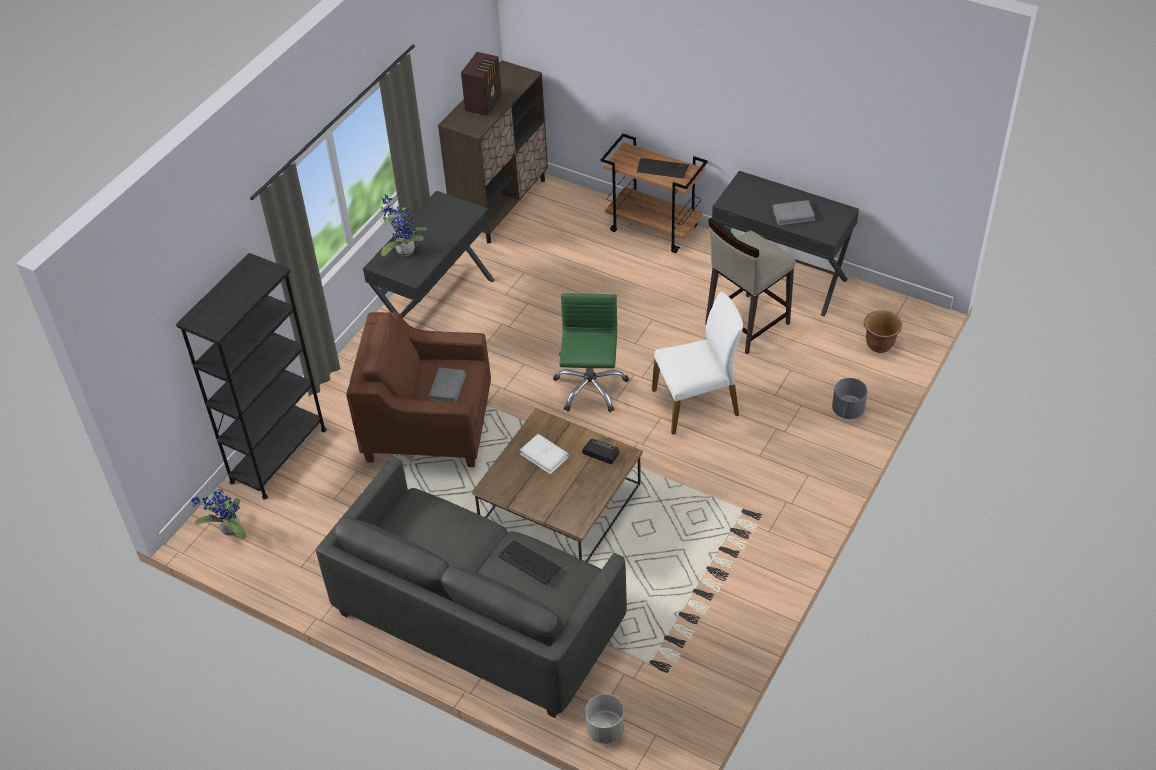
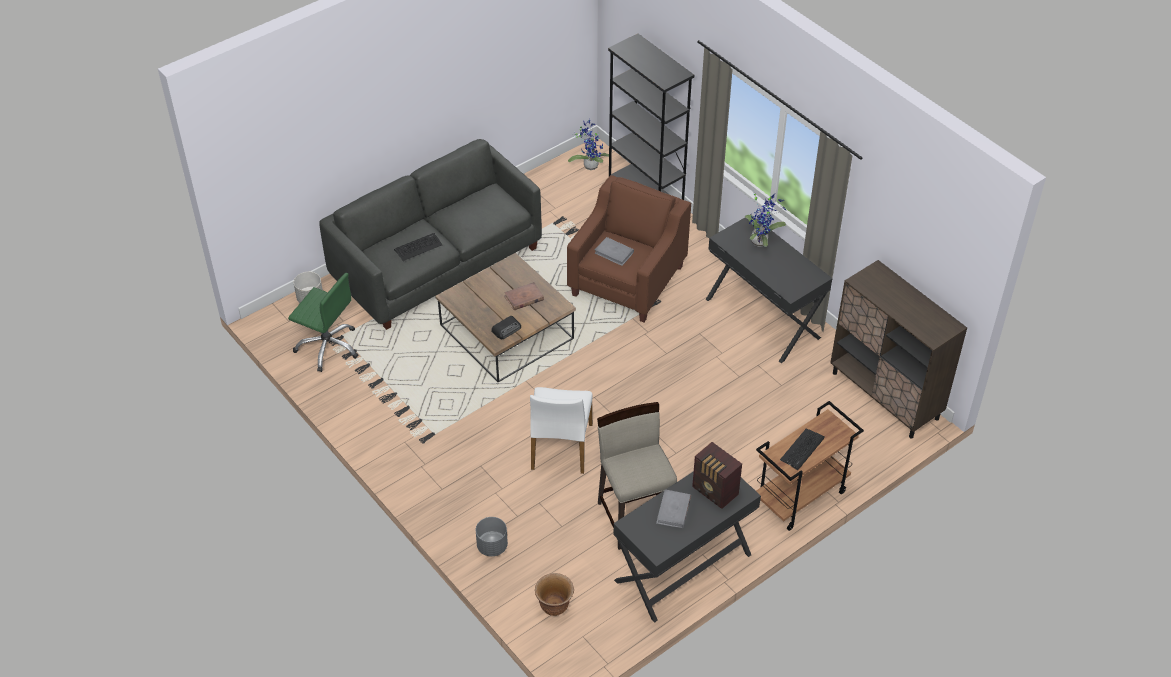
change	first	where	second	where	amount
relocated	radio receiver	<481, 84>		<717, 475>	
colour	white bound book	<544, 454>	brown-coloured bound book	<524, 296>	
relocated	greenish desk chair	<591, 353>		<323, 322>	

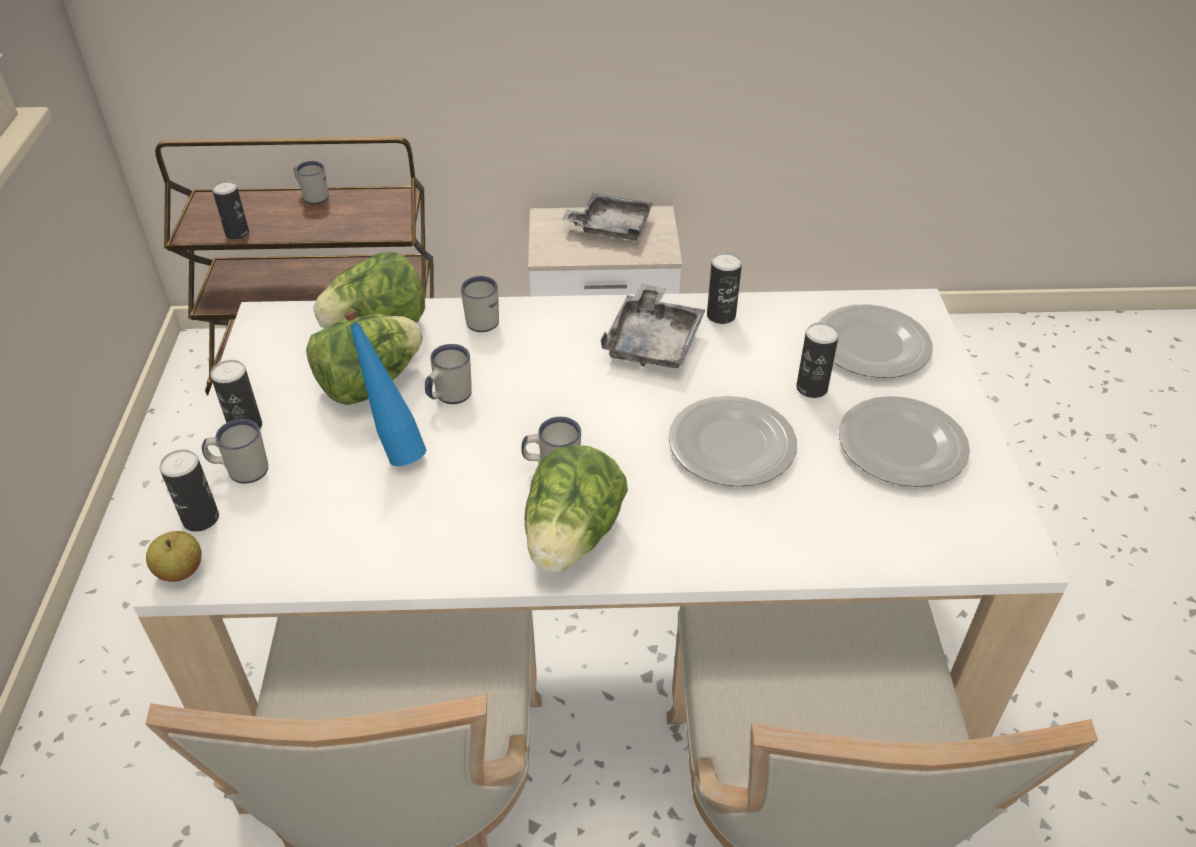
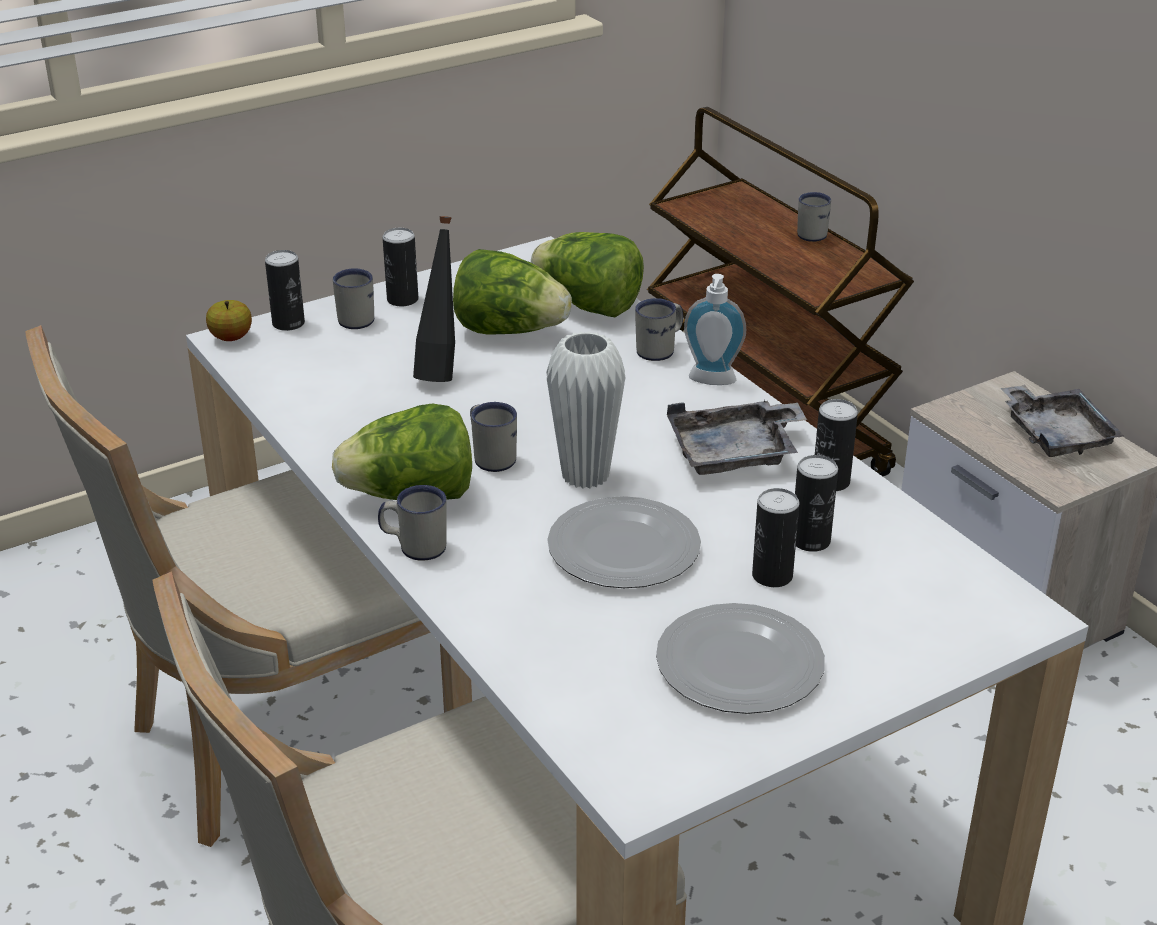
change	first	where	second	where	amount
relocated	can	<230, 210>		<816, 503>	
colour	blue-coloured beverage bottle	<385, 388>	black beverage bottle	<434, 299>	
relocated	white mug	<448, 374>		<412, 523>	
missing	plate	<876, 341>			
appeared			white vase	<585, 410>	
appeared			soap bottle	<715, 329>	

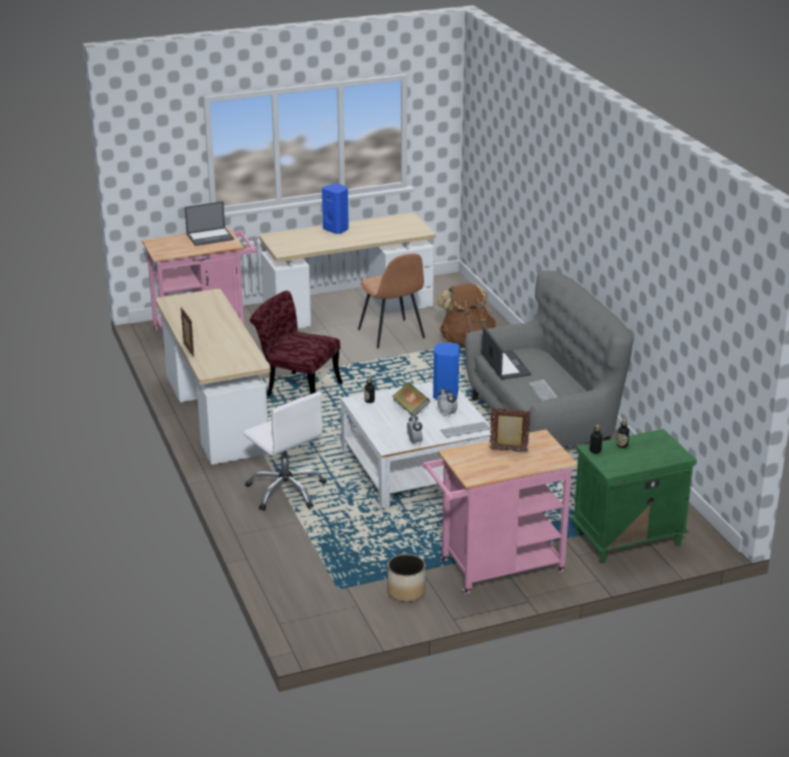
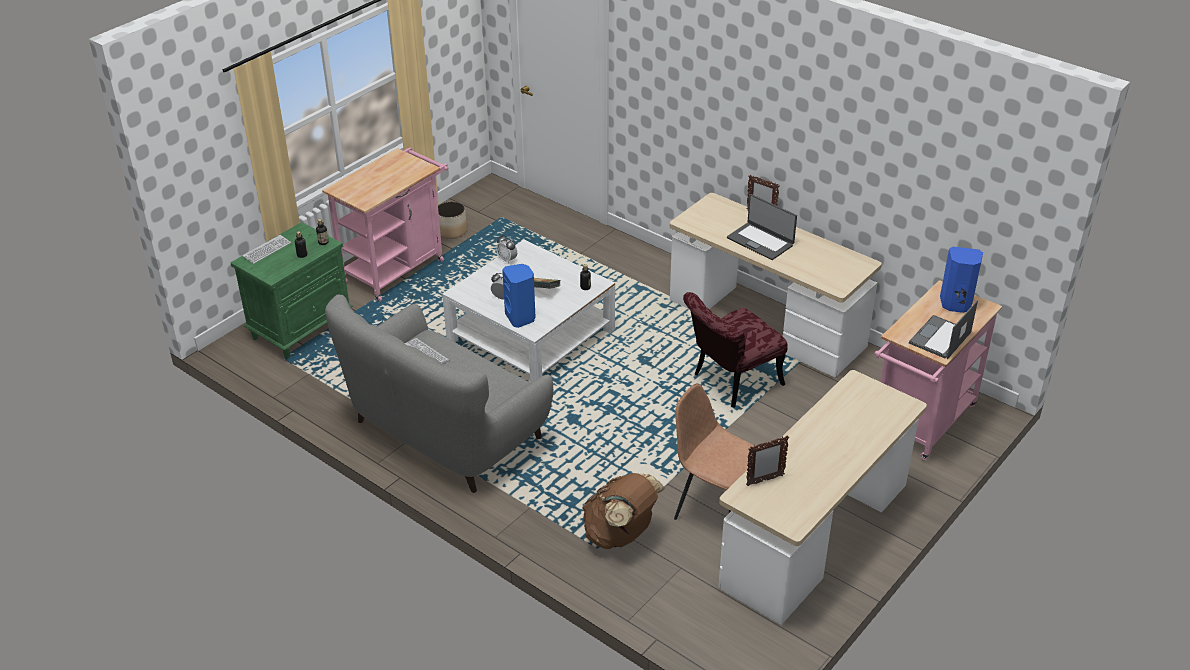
change	first	where	second	where	amount
missing	white desk chair	<285, 451>			
spun	red chair	<296, 343>		<735, 350>	150 degrees clockwise
relocated	blue-coloured audio speaker	<335, 209>		<961, 280>	
relocated	PC keyboard	<465, 430>		<266, 249>	
relocated	notebook computer	<506, 353>		<762, 227>	
relocated	standing frame	<510, 430>		<767, 461>	

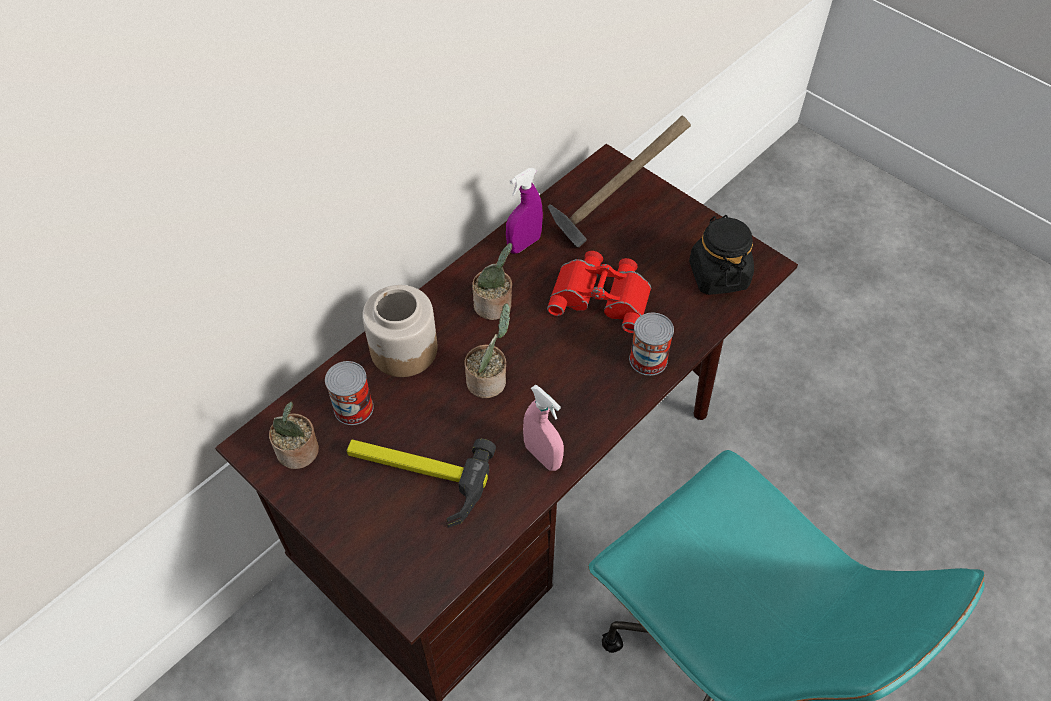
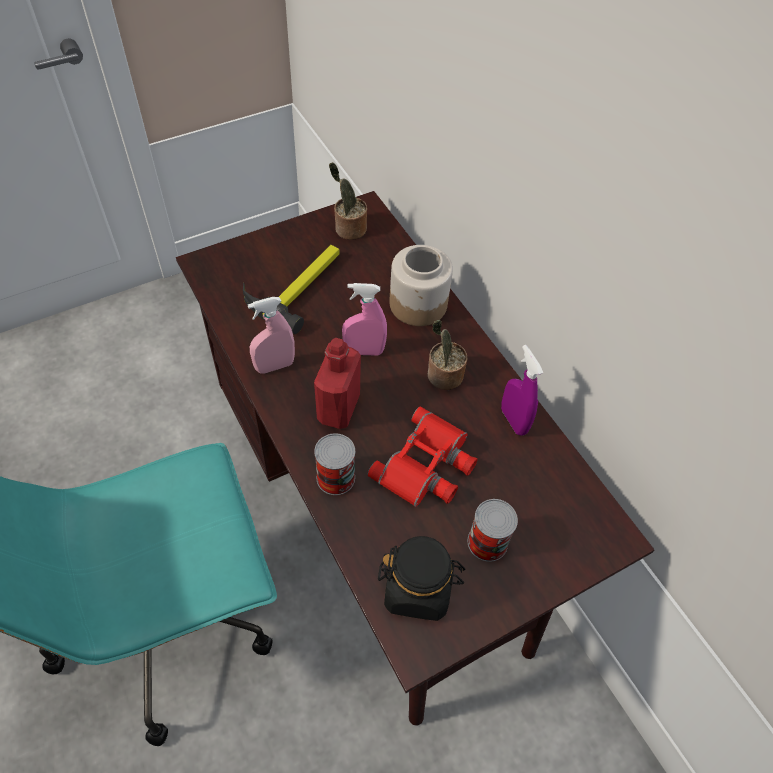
change	first	where	second	where	amount
relocated	can	<349, 393>		<493, 530>	
exchanged	potted plant	<487, 350>	pink-coloured hand sprayer	<364, 319>	
missing	tool hammer	<619, 182>			
appeared			red beverage bottle	<337, 383>	

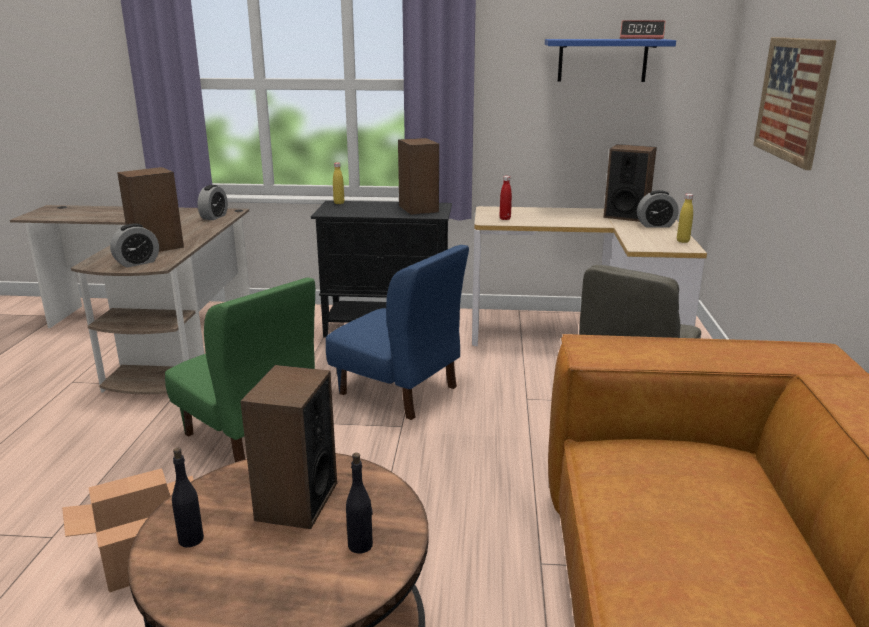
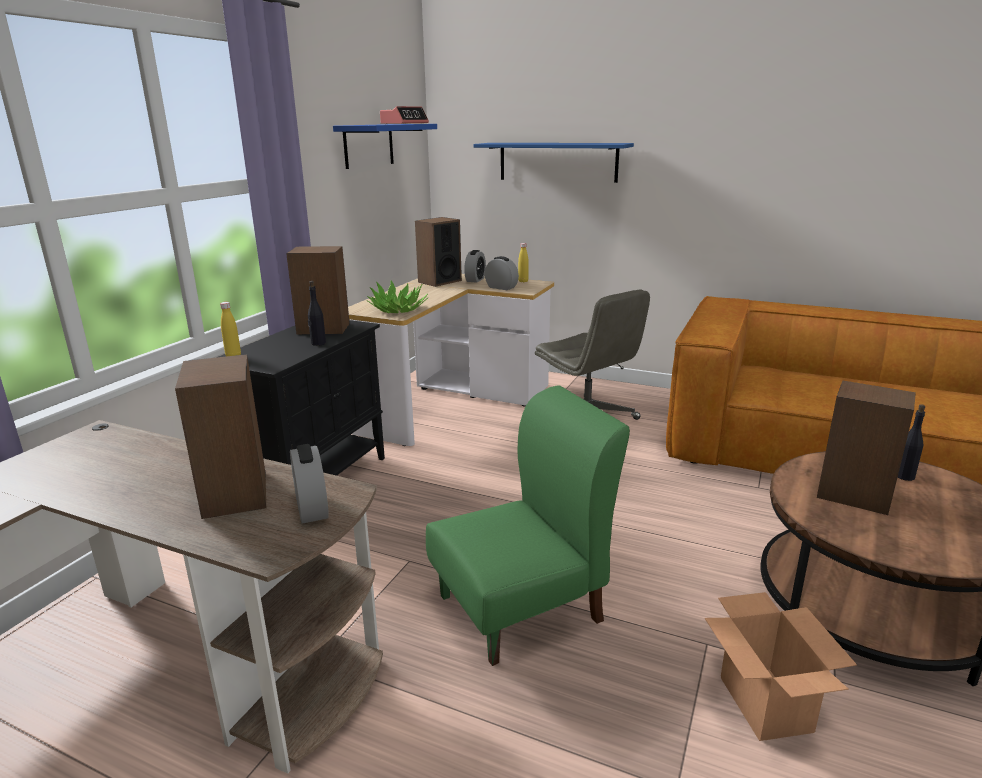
change	first	where	second	where	amount
relocated	black beverage bottle	<188, 497>		<317, 313>	
relocated	bedside clock	<213, 202>		<502, 273>	
missing	blue-coloured chair	<397, 332>			
exchanged	red beverage bottle	<506, 198>	potted plant	<397, 296>	
exchanged	wall picture	<795, 103>	blue-coloured shelf	<554, 163>	

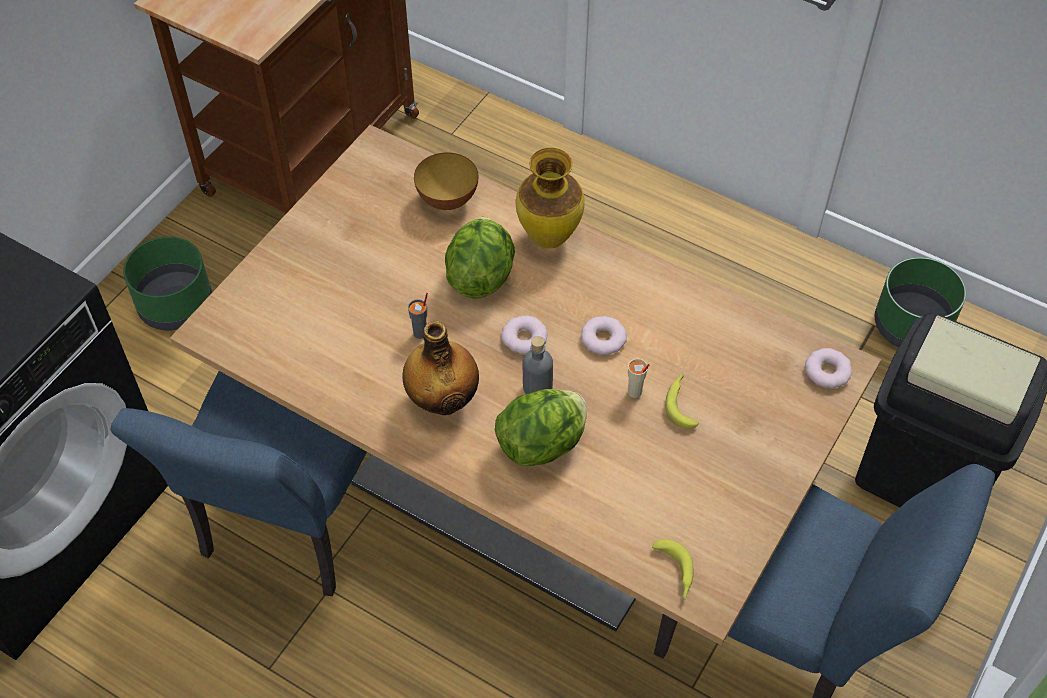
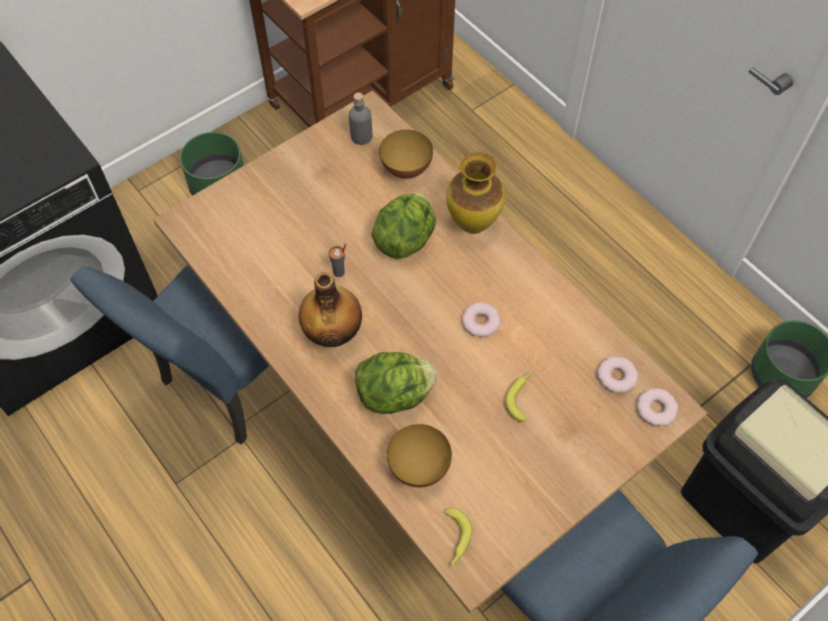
change	first	where	second	where	amount
relocated	doughnut	<524, 334>		<617, 374>	
relocated	greyish beverage bottle	<538, 365>		<360, 118>	
missing	beige-coloured small cup	<638, 378>			
appeared			serving bowl	<419, 455>	

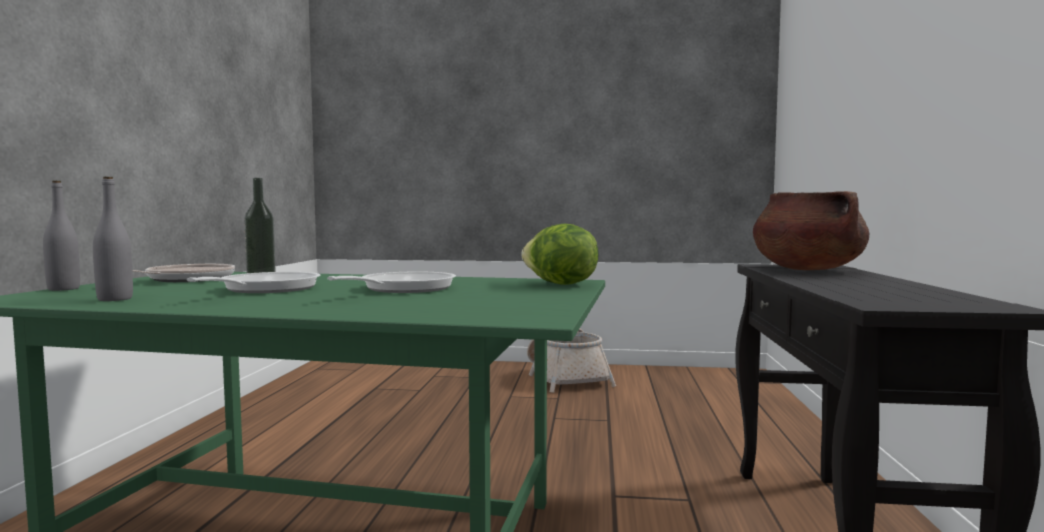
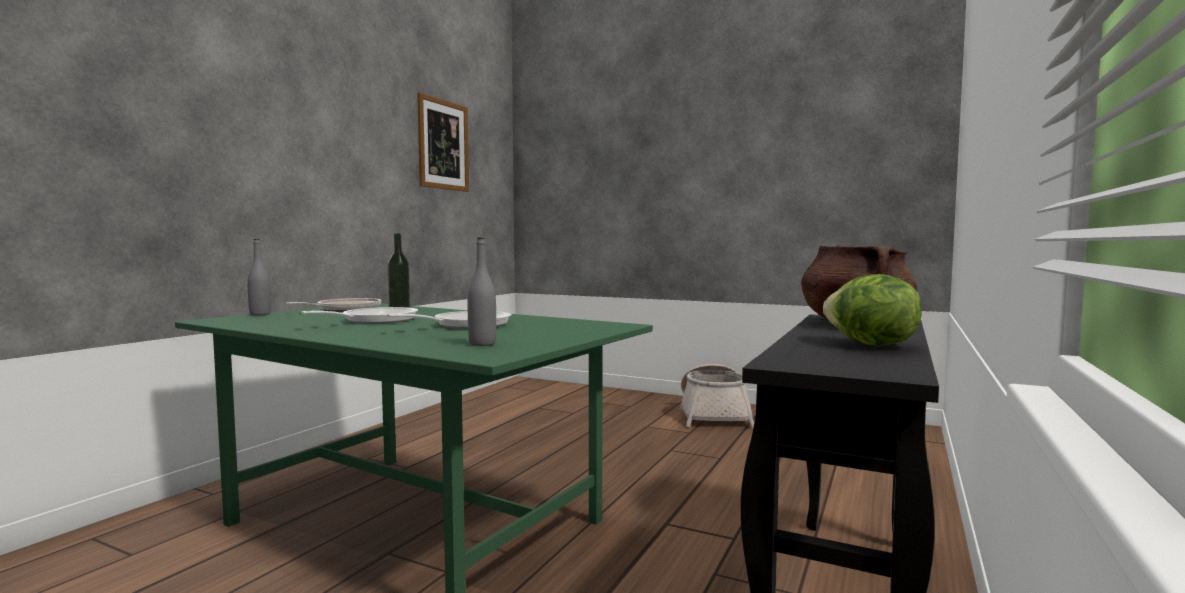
change	first	where	second	where	amount
relocated	greyish beverage bottle	<113, 239>		<481, 291>	
relocated	lettuce head	<559, 254>		<872, 309>	
appeared			wall picture	<443, 142>	

